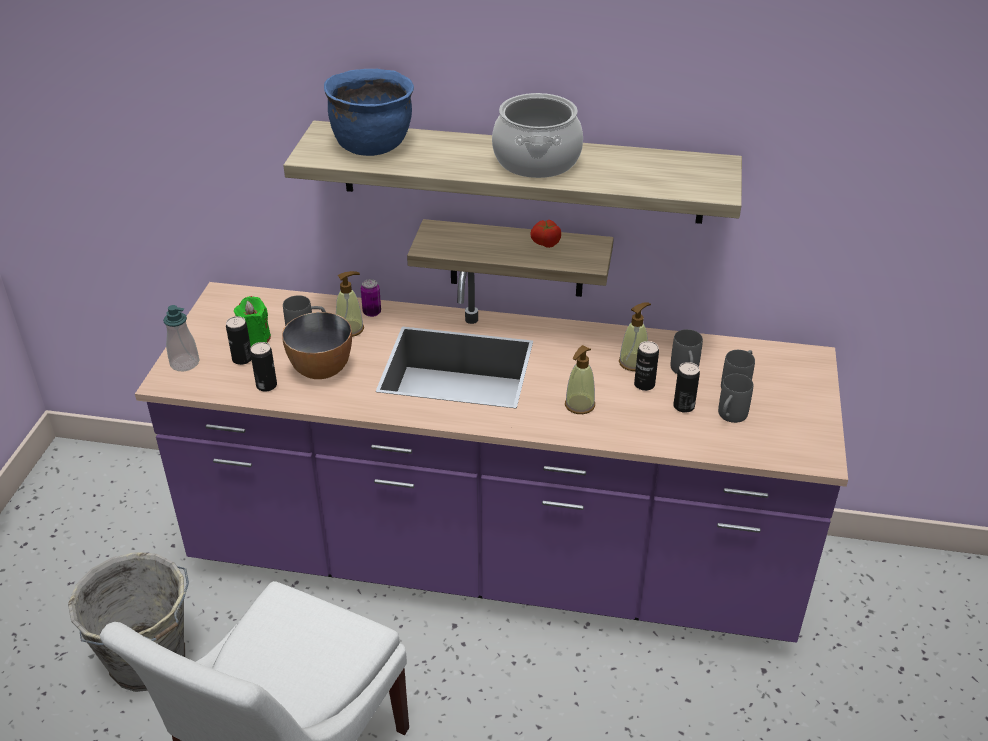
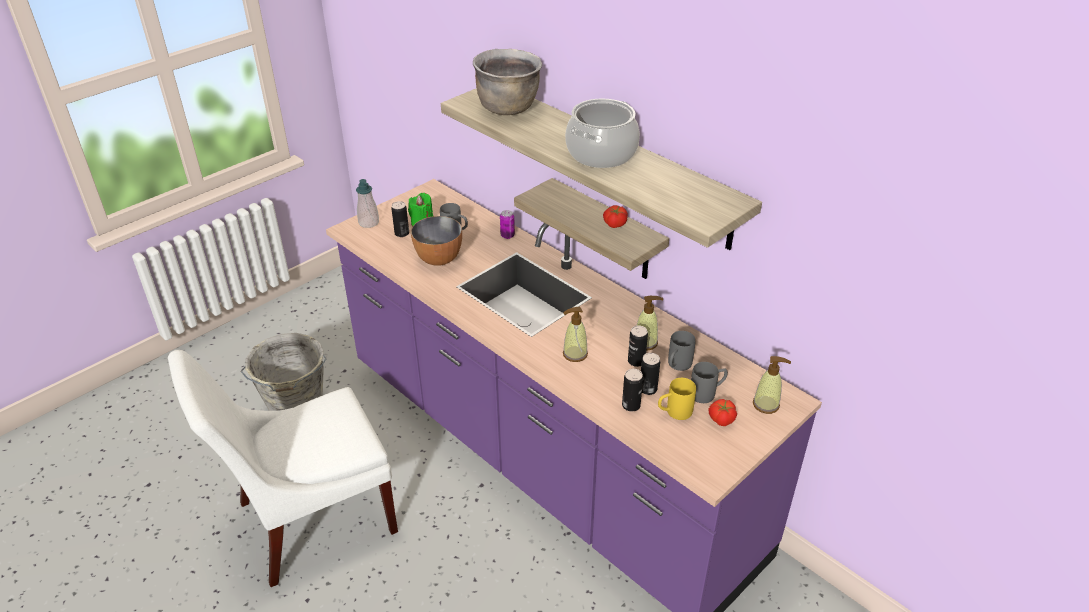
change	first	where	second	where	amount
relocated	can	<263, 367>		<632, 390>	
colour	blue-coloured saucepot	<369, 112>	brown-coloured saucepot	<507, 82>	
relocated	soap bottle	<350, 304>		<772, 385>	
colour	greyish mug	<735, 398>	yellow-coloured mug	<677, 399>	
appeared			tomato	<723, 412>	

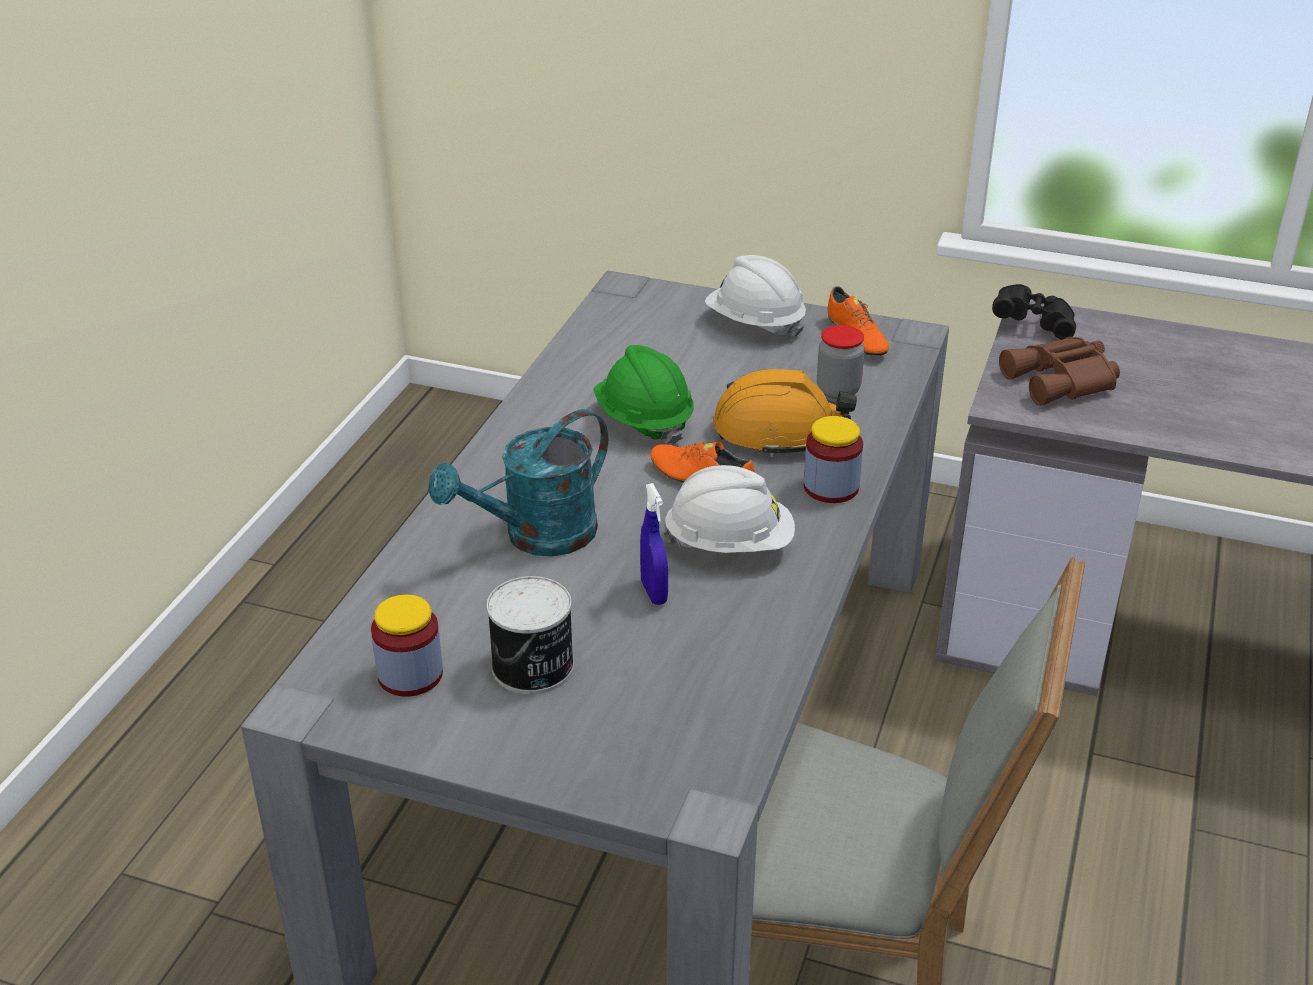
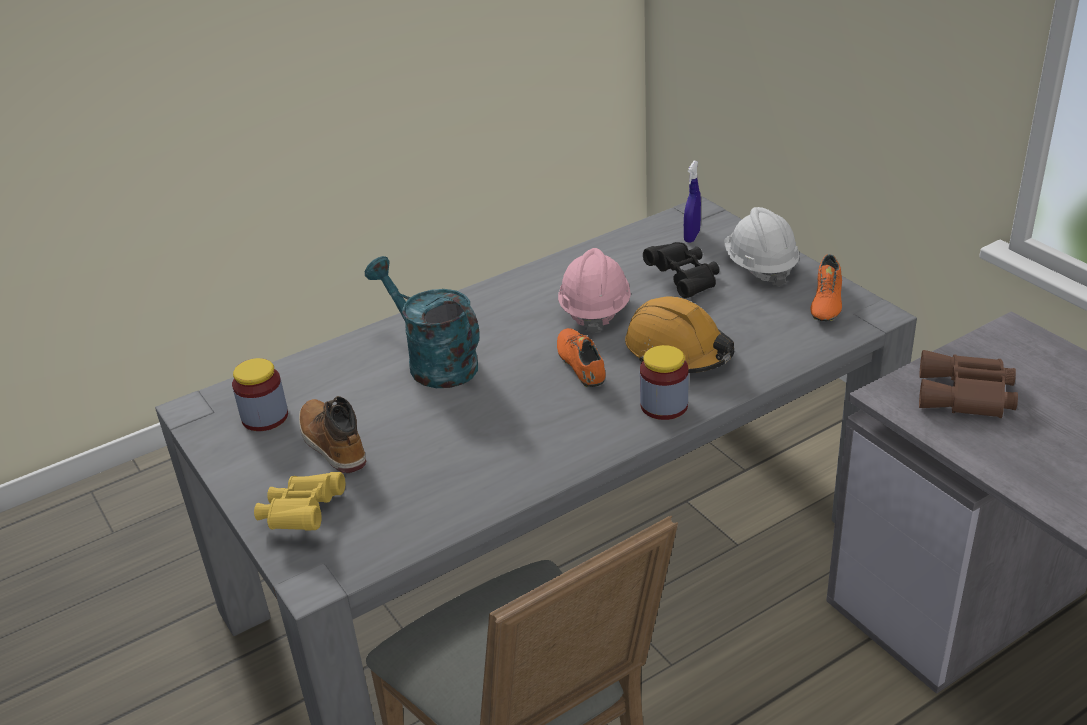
change	first	where	second	where	amount
spun	turquoise sprinkling can	<518, 482>		<422, 322>	45 degrees clockwise
exchanged	can	<530, 635>	high-top boot	<333, 434>	
colour	greenish hard hat	<643, 395>	pink-coloured hard hat	<594, 291>	
relocated	blue-coloured hand sprayer	<654, 544>		<692, 202>	
missing	white hard hat	<729, 509>			
missing	jar	<841, 362>			
relocated	black field glasses	<1034, 311>		<681, 270>	
appeared			yellow-coloured field glasses	<299, 501>	

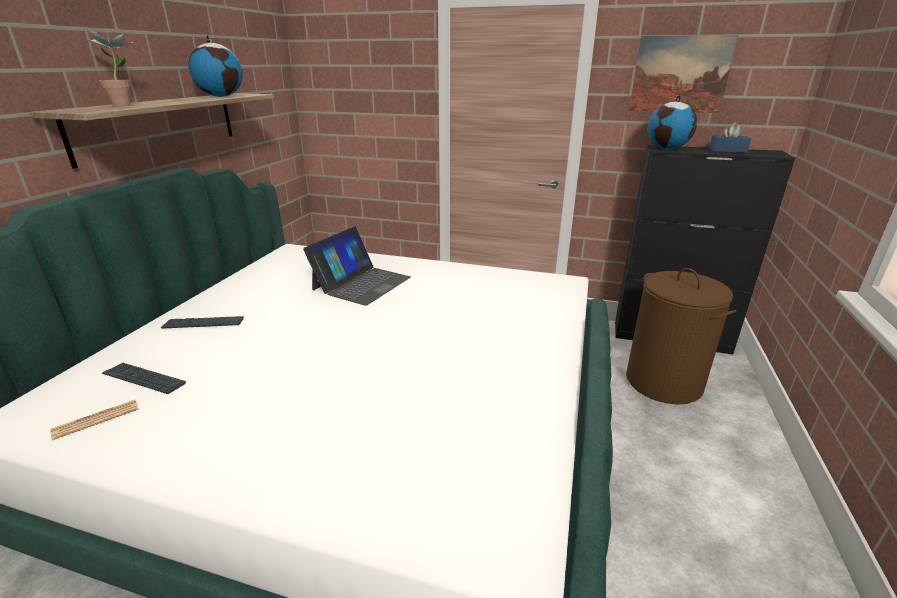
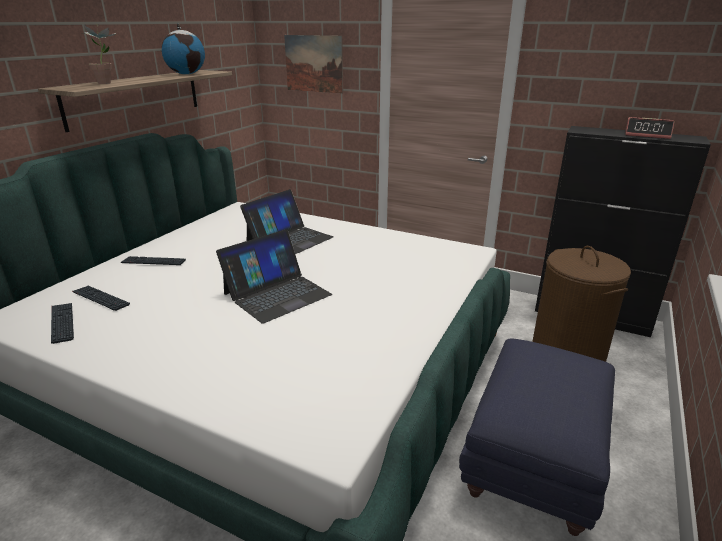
change	first	where	second	where	amount
exchanged	printed paper	<94, 420>	PC keyboard	<62, 323>	
relocated	wall picture	<683, 74>		<313, 64>	
missing	globe	<672, 122>			
exchanged	blue-coloured box of tissues	<730, 138>	bedside clock	<650, 128>	
appeared			notebook computer	<274, 276>	
appeared			blue-coloured ottoman	<537, 437>	

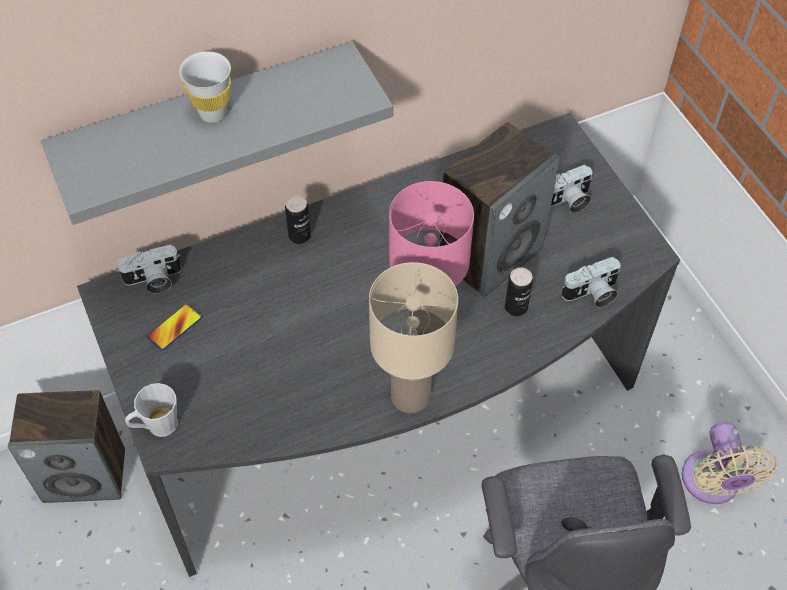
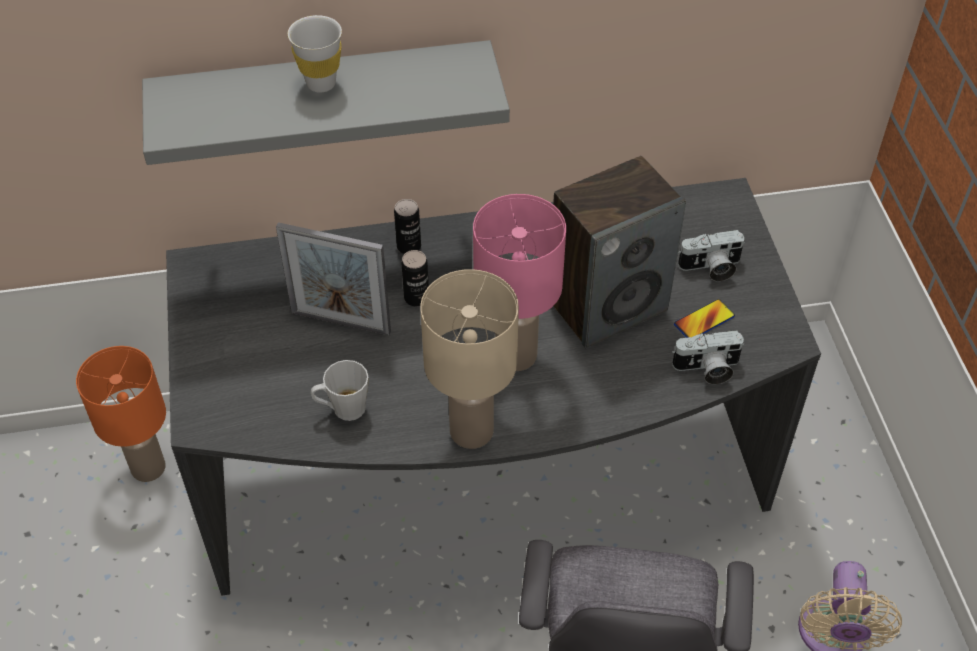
change	first	where	second	where	amount
exchanged	audio speaker	<66, 446>	orangey lamp for a table	<121, 414>	
missing	photo camera	<149, 269>			
relocated	greyish mug	<151, 410>		<340, 390>	
relocated	handset	<174, 327>		<704, 318>	
relocated	can	<519, 291>		<415, 278>	
appeared			standing frame	<333, 278>	

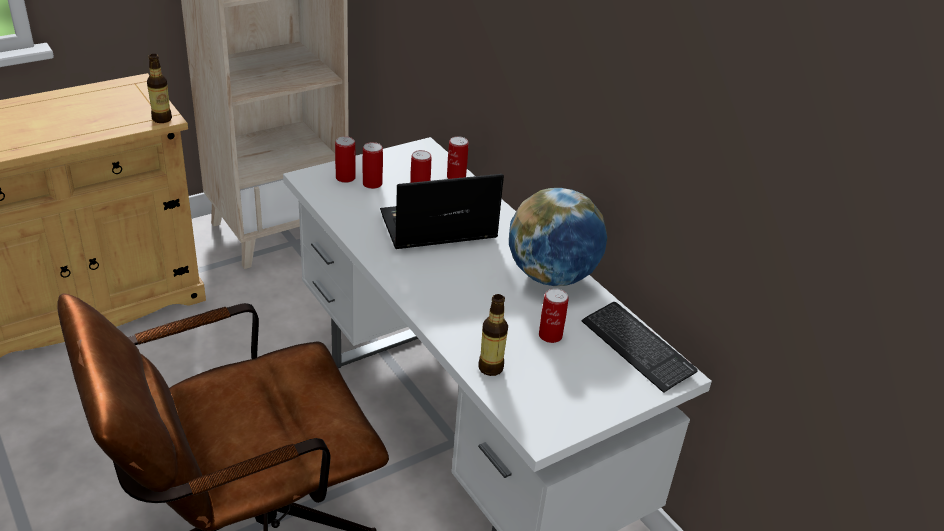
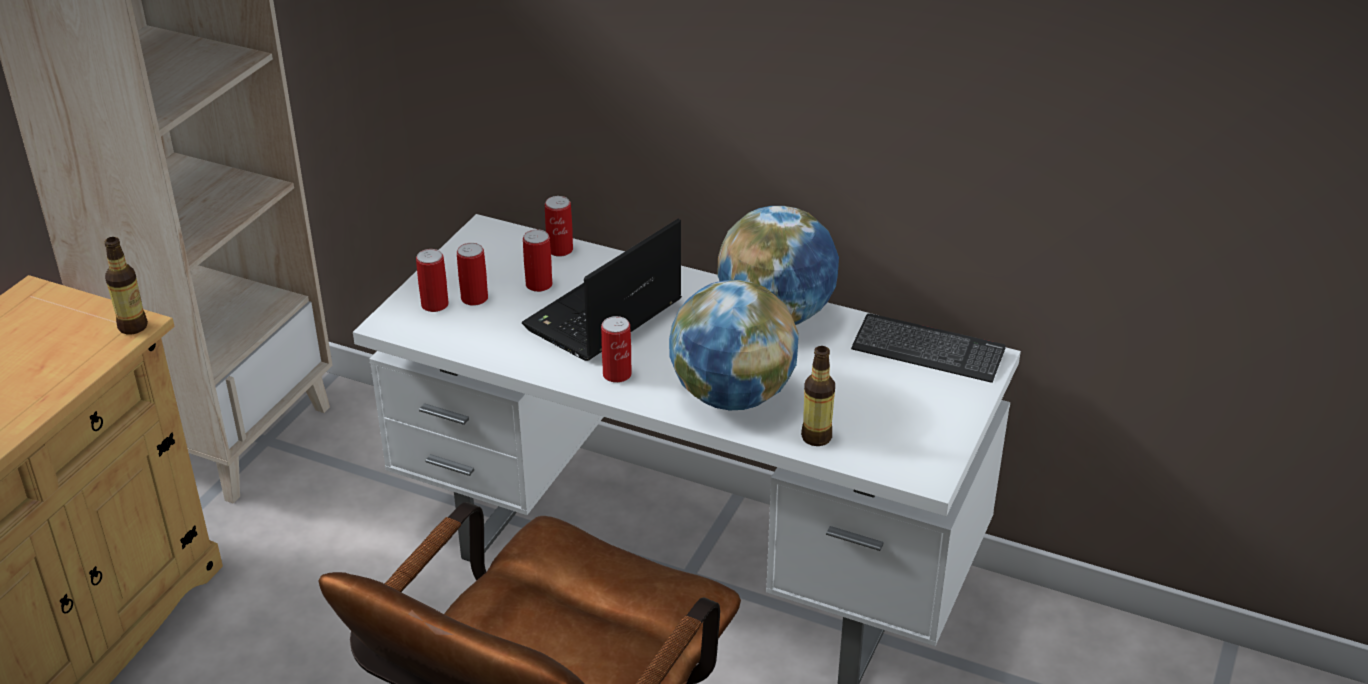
change	first	where	second	where	amount
relocated	can	<554, 315>		<616, 349>	
appeared			globe	<734, 345>	

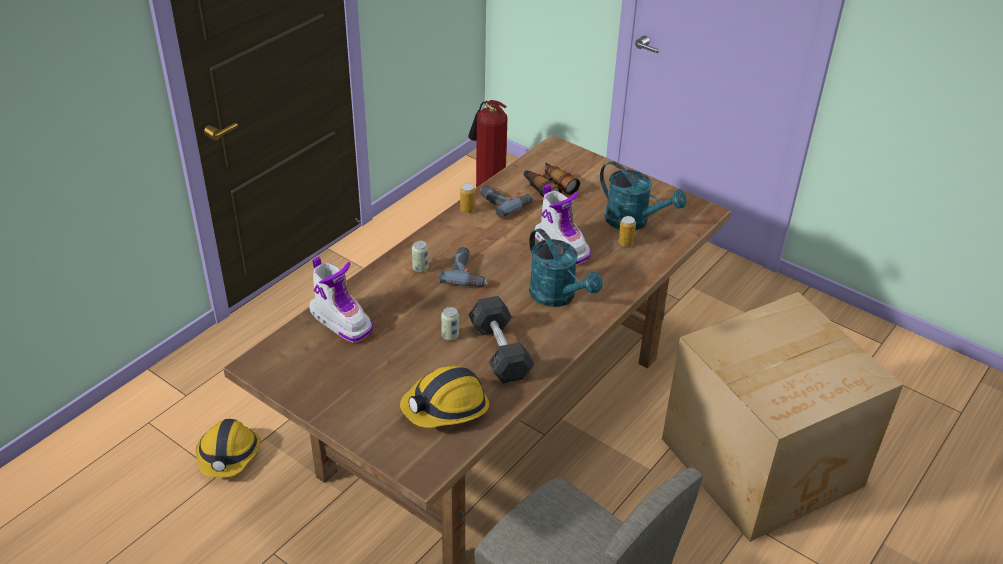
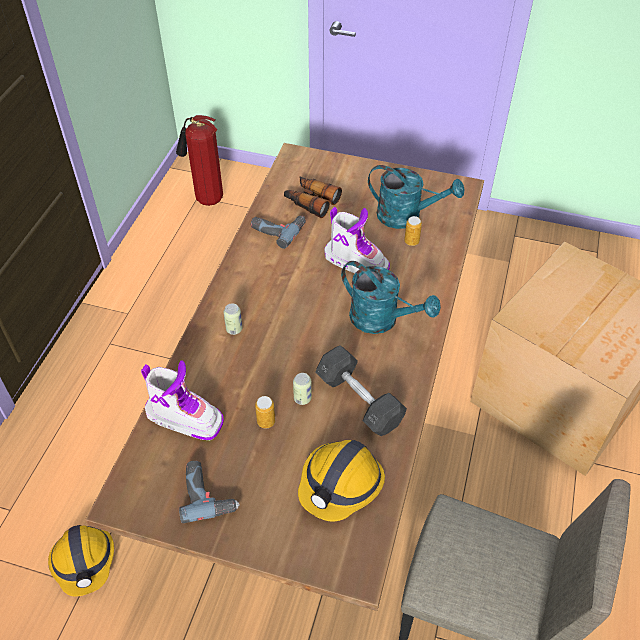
change	first	where	second	where	amount
relocated	electric drill	<463, 267>		<209, 492>	
relocated	can	<467, 198>		<265, 412>	

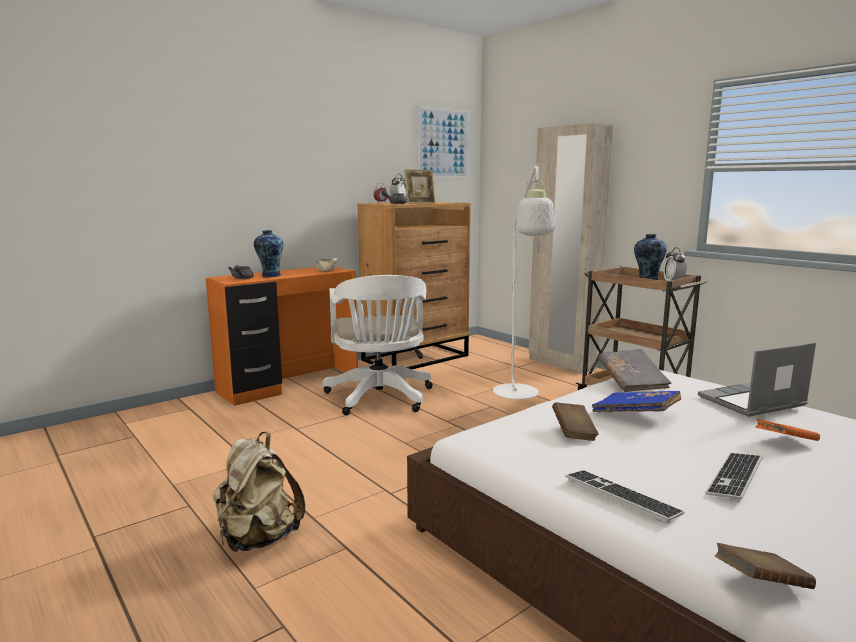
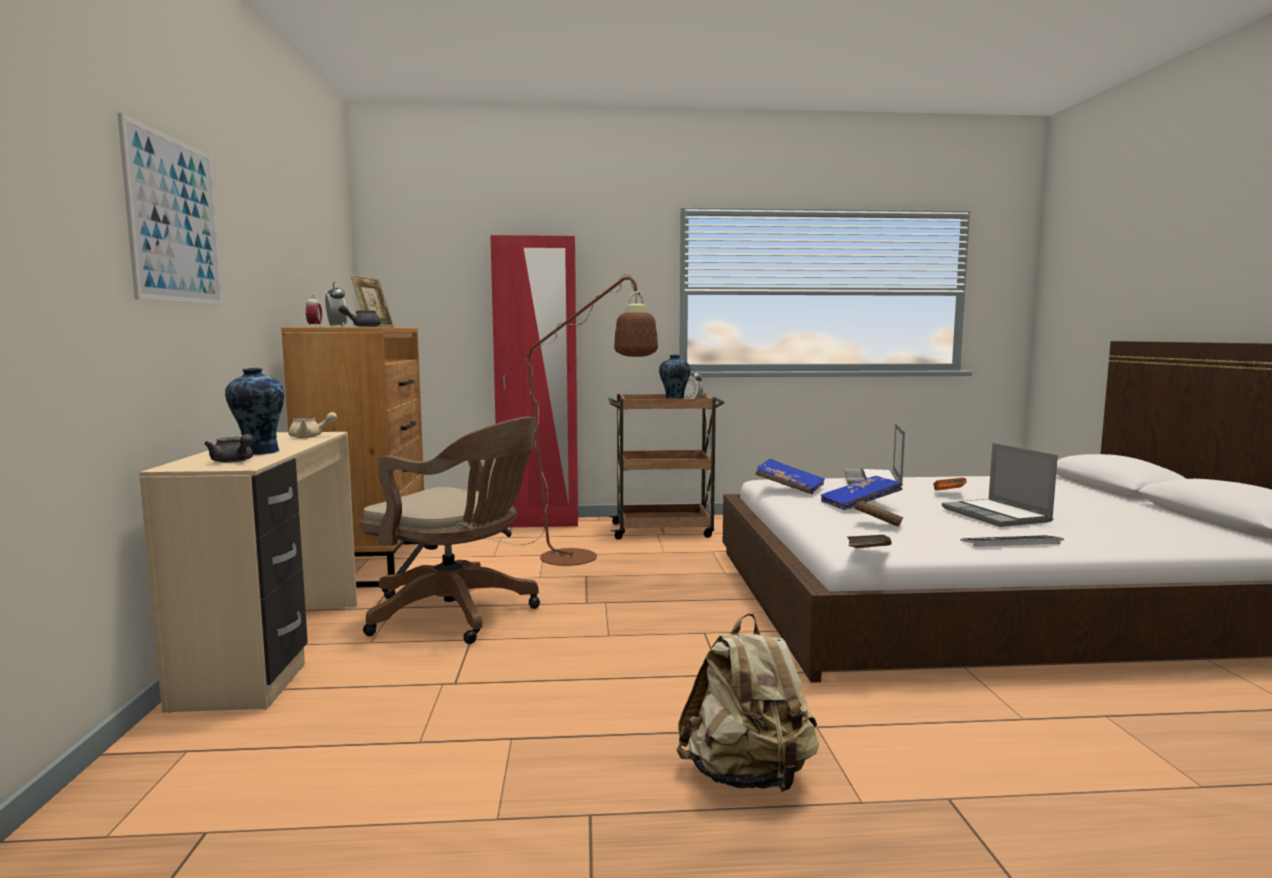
change	first	where	second	where	amount
colour	orangey desk table	<282, 336>	beige-coloured desk table	<248, 572>	
colour	white desk chair	<377, 345>	brown-coloured desk chair	<450, 530>	
relocated	wall picture	<443, 142>		<170, 209>	
colour	white floor lamp	<524, 281>	brown-coloured floor lamp	<571, 420>	
colour	beige-coloured clothes cupboard	<571, 248>	red clothes cupboard	<534, 381>	
colour	greyish bound book	<634, 370>	blue-coloured bound book	<790, 477>	
exchanged	PC keyboard	<734, 477>	notebook computer	<1000, 485>	
relocated	brown-coloured bound book	<765, 566>		<869, 541>	

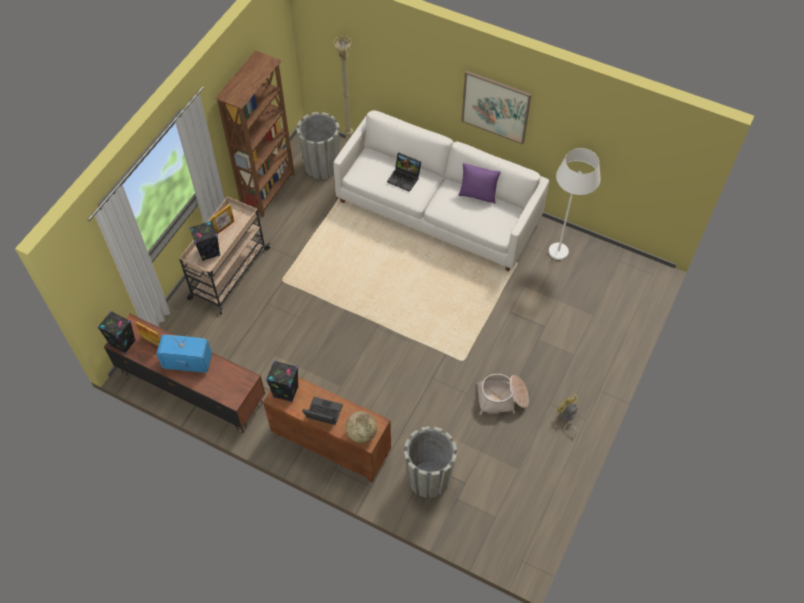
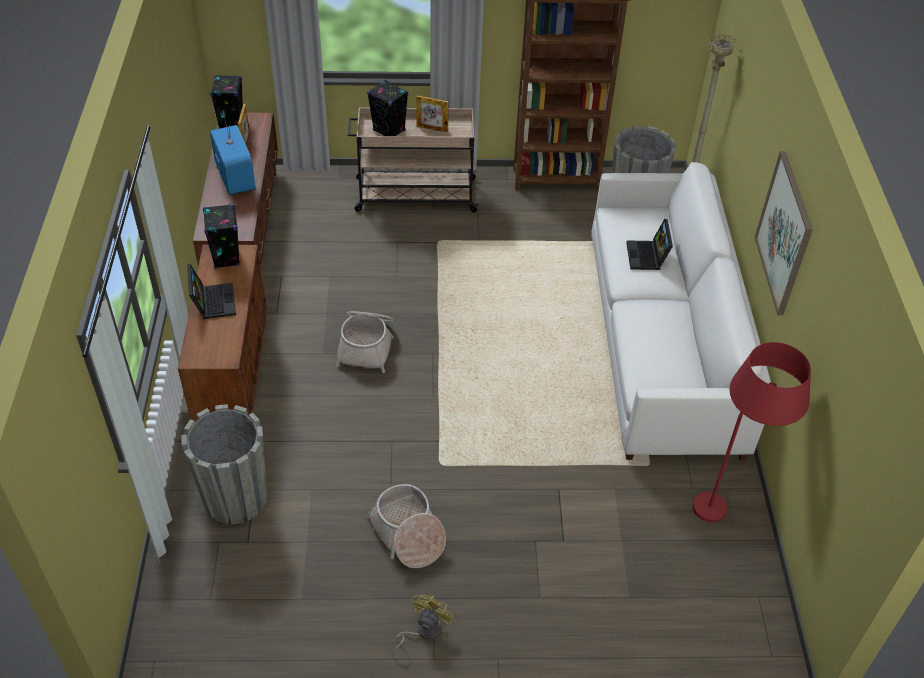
change	first	where	second	where	amount
missing	globe	<361, 427>			
missing	purple pillow	<480, 183>			
colour	white floor lamp	<575, 204>	red floor lamp	<752, 432>	
appeared			basket	<364, 342>	

